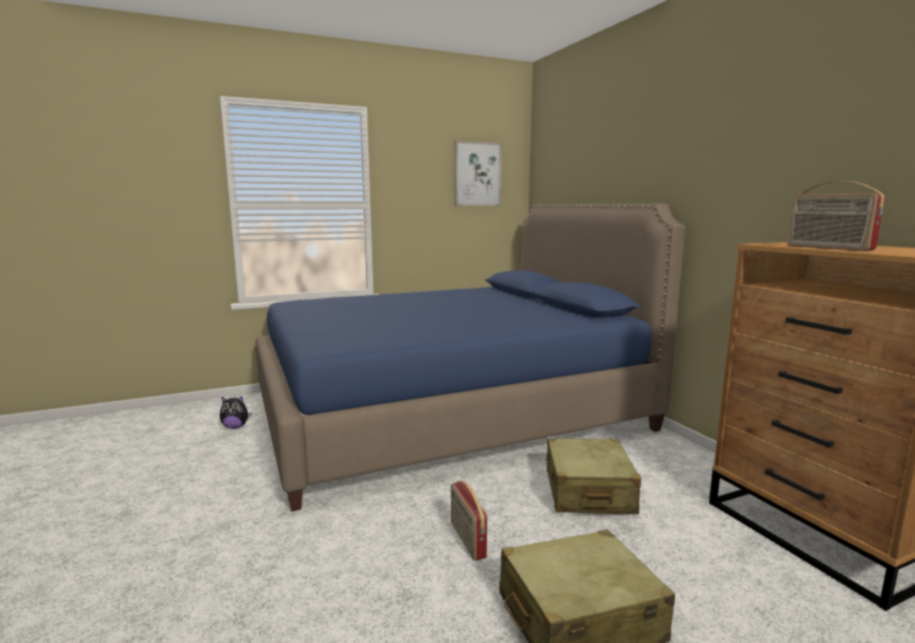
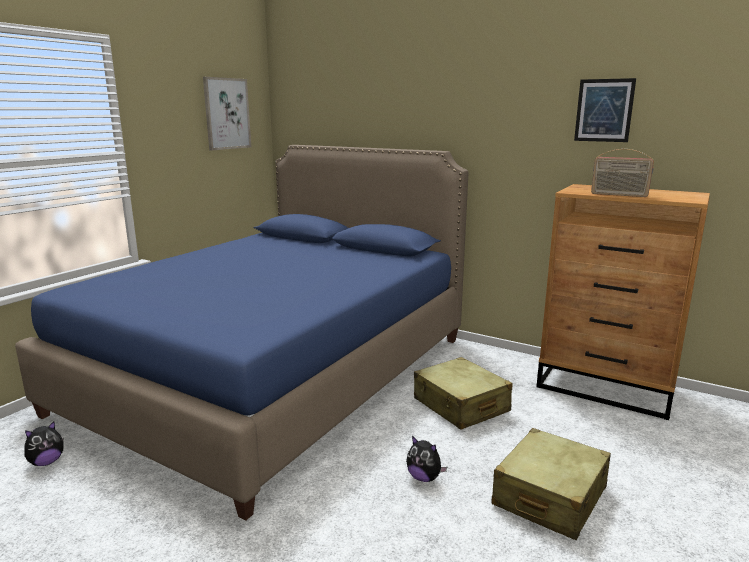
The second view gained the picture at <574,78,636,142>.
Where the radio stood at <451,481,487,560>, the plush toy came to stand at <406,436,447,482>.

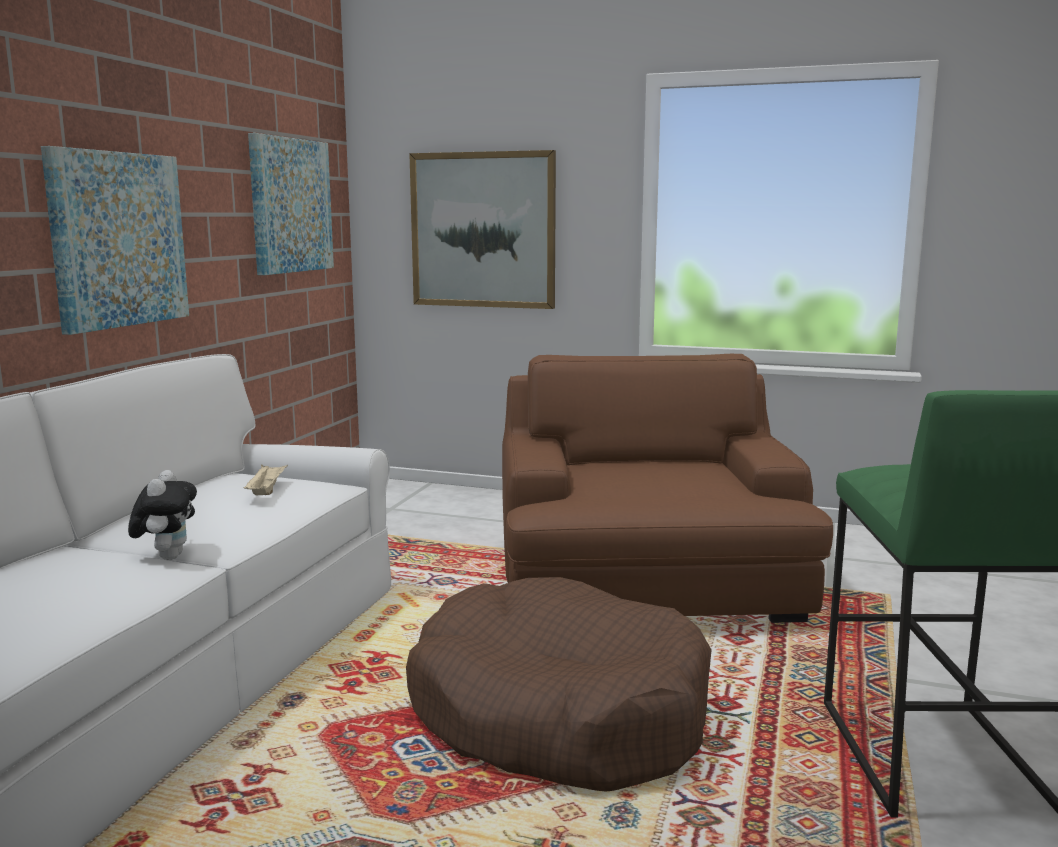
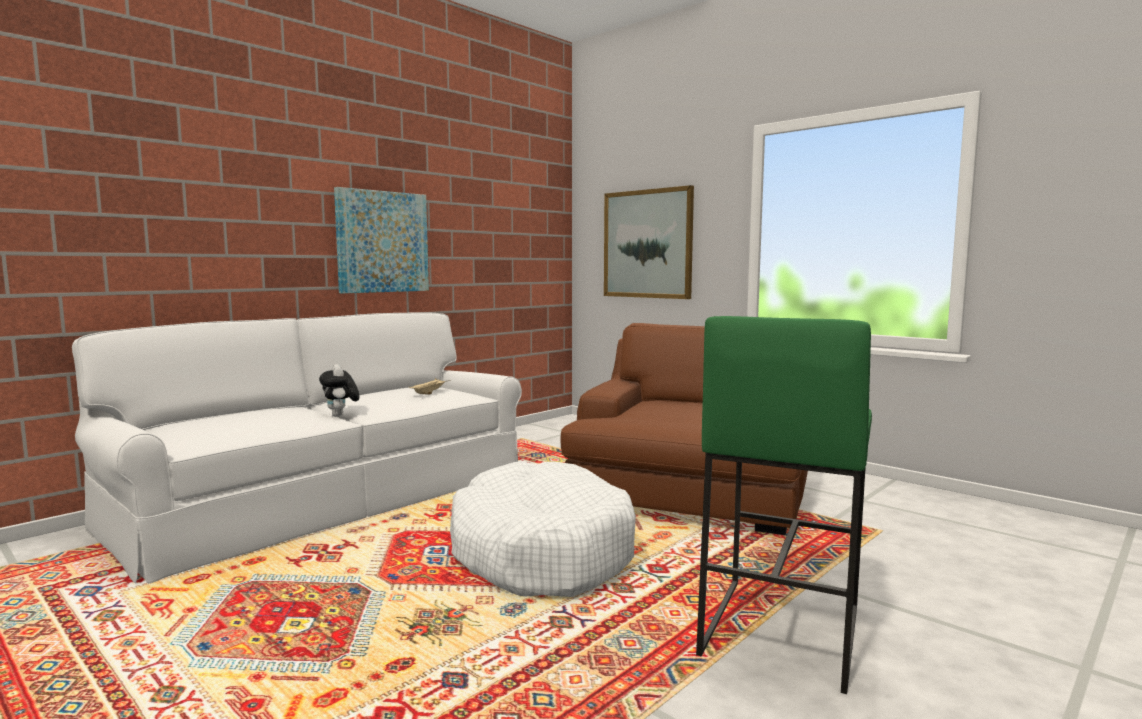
The second view lost the picture at <248,133,334,275>.
What was the brown dog bed at <406,577,711,791> turned into the white dog bed at <450,461,636,597>.
The plush toy at <128,470,197,560> ended up facing another way, 135 degrees clockwise from before.

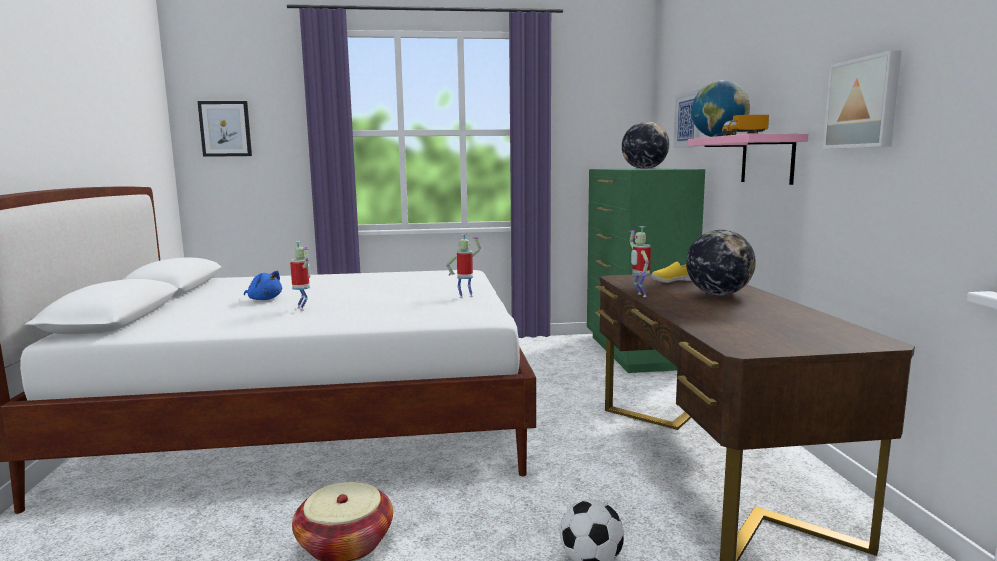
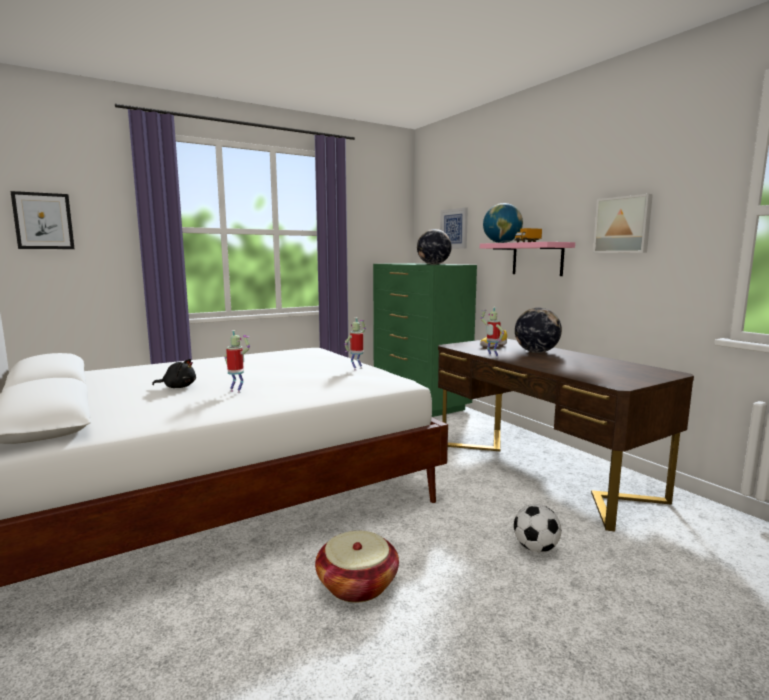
What was the blue plush toy at <244,270,282,300> turned into the black plush toy at <152,359,196,388>.

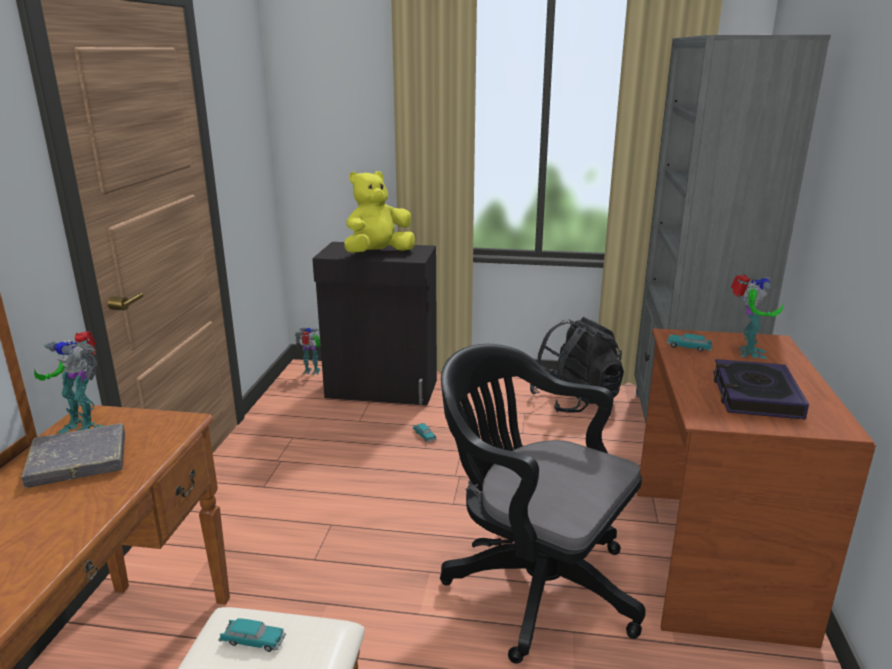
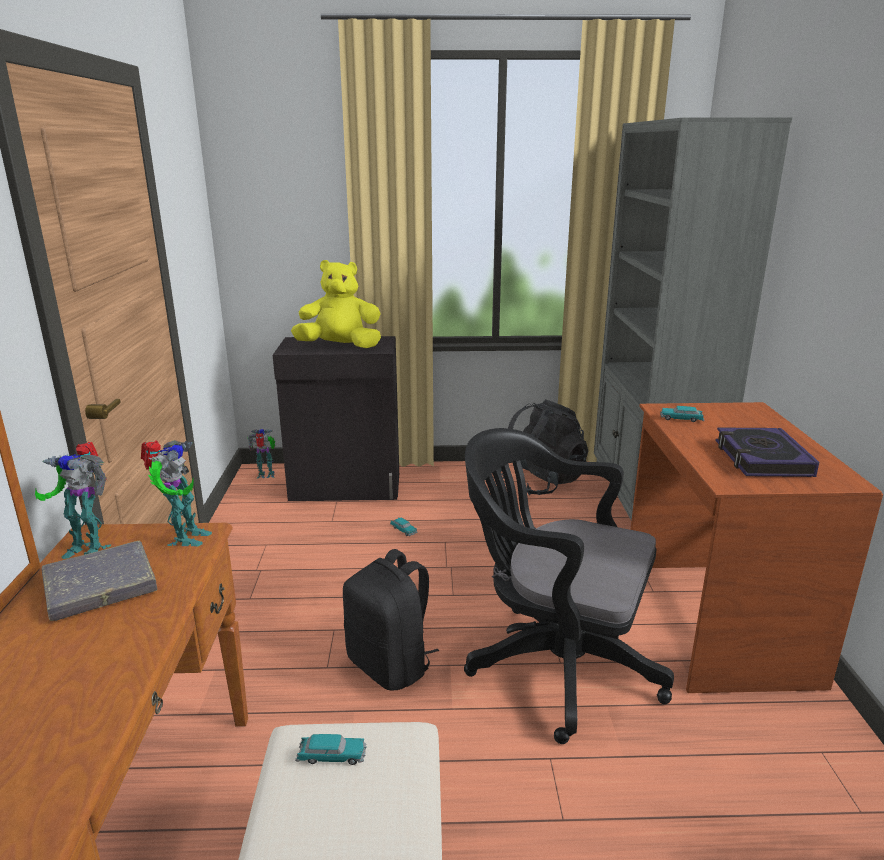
The second view gained the black backpack at <343,549,439,691>.
The toy robot ended up elsewhere, having gone from <731,274,784,359> to <141,440,212,546>.
The yellow plush toy at <344,171,415,253> ended up facing another way, 45 degrees clockwise from before.

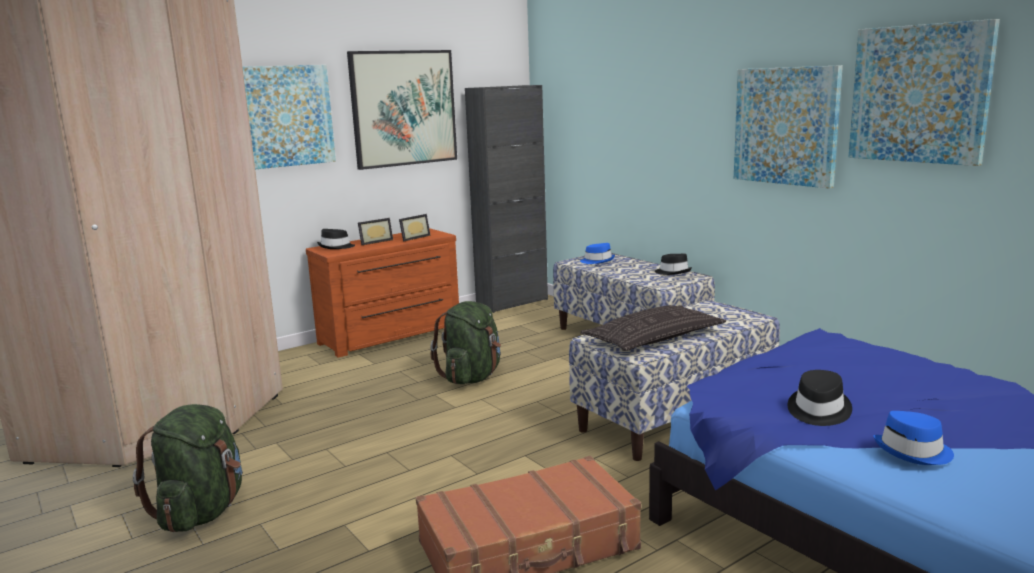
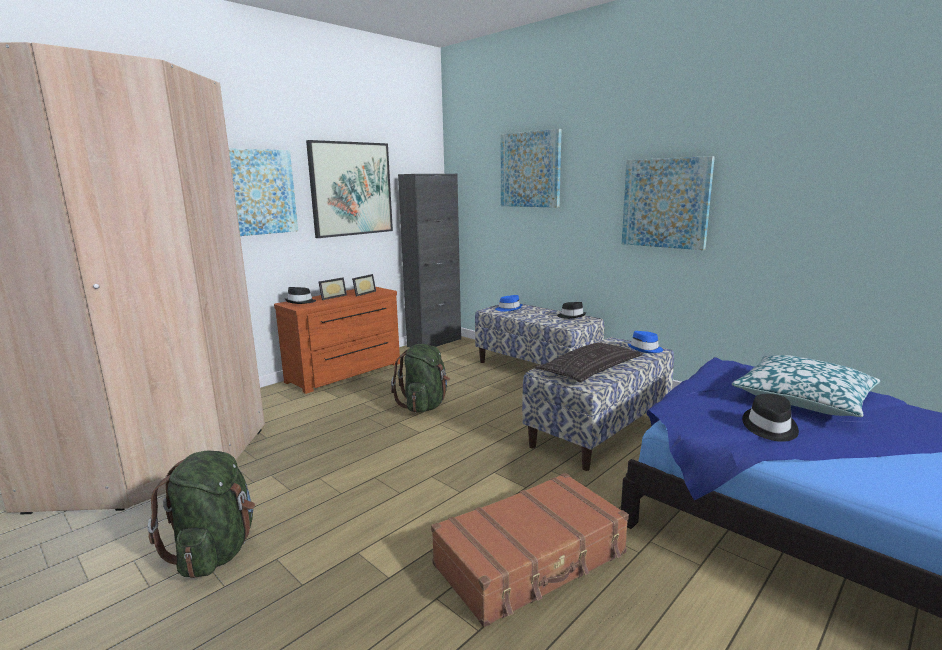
The second view gained the pillow at <732,355,880,417>.
The picture ended up elsewhere, having gone from <848,19,1000,166> to <501,129,562,208>.
The blue hat ended up elsewhere, having gone from <873,411,954,465> to <628,331,663,353>.

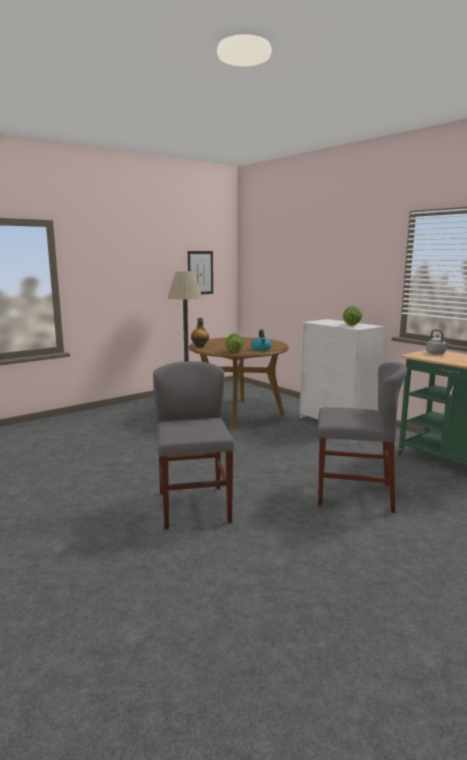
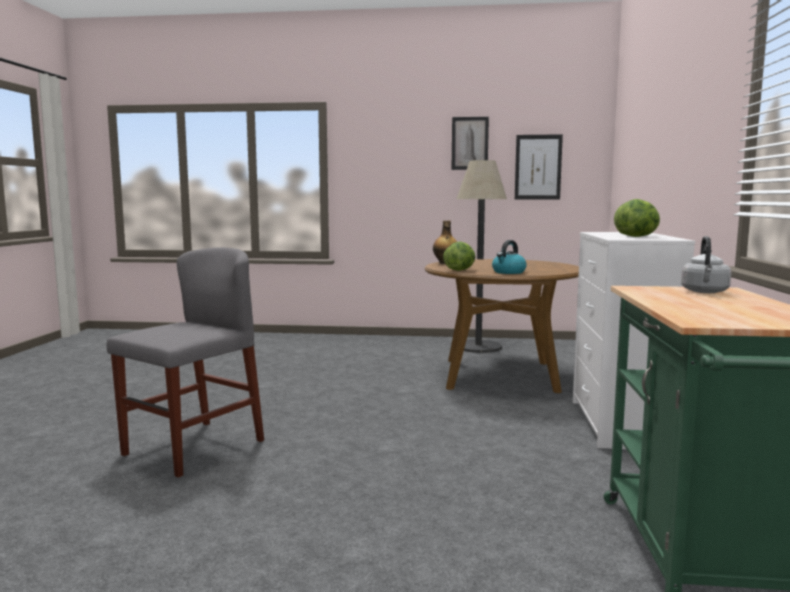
The second view lost the grey chair at <317,362,407,513>.
The second view gained the picture at <451,117,489,170>.

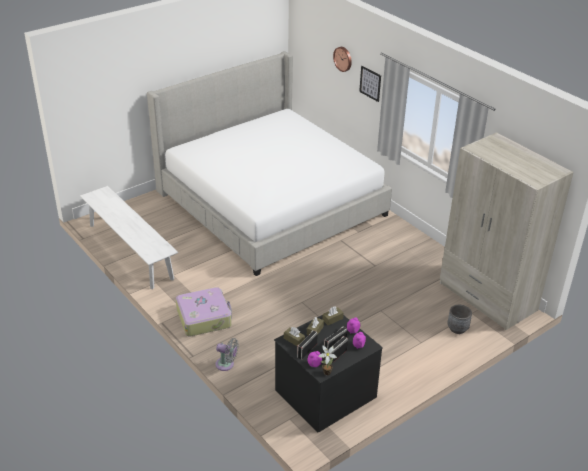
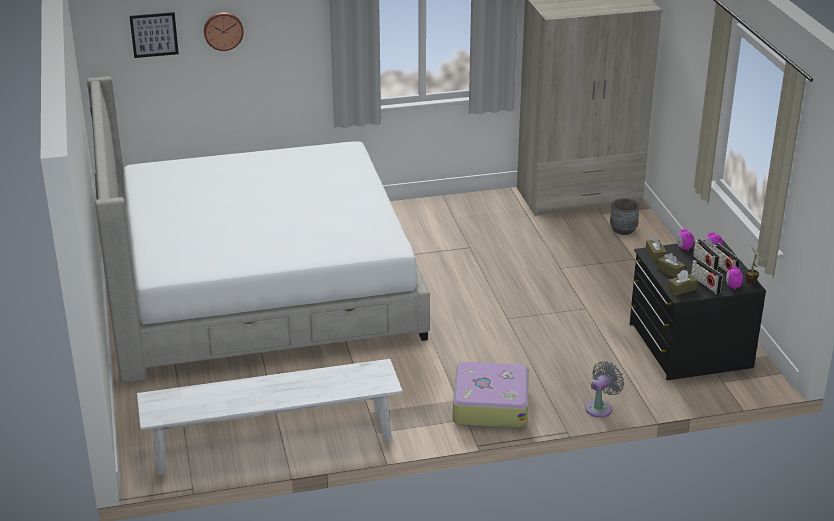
The picture ended up elsewhere, having gone from <359,66,381,102> to <130,12,179,58>.

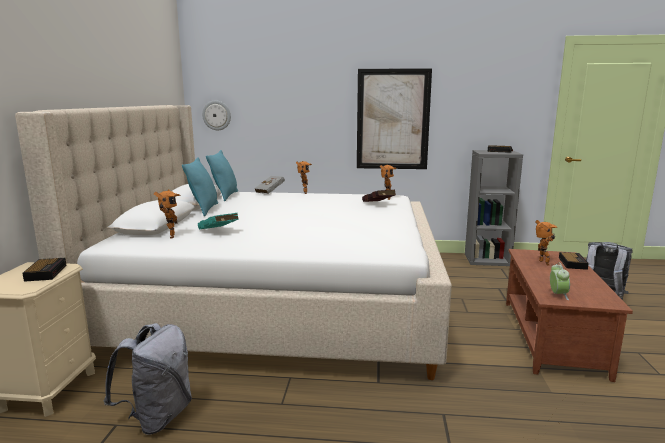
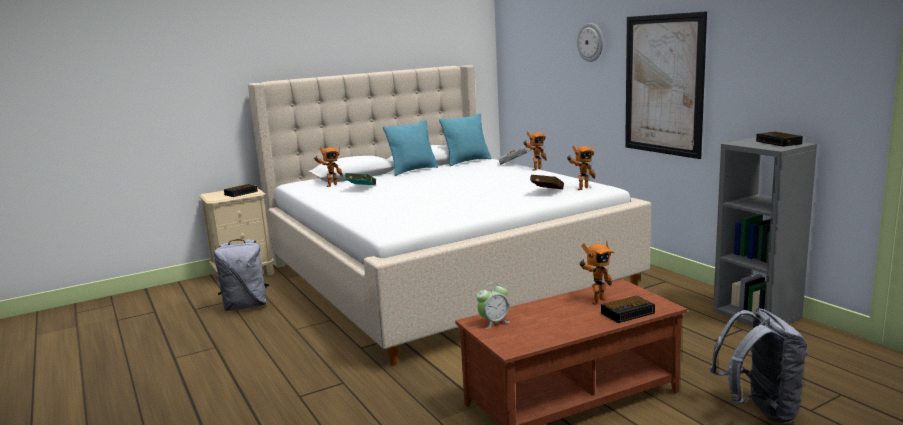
The wall clock ended up elsewhere, having gone from <202,100,231,130> to <577,23,603,62>.

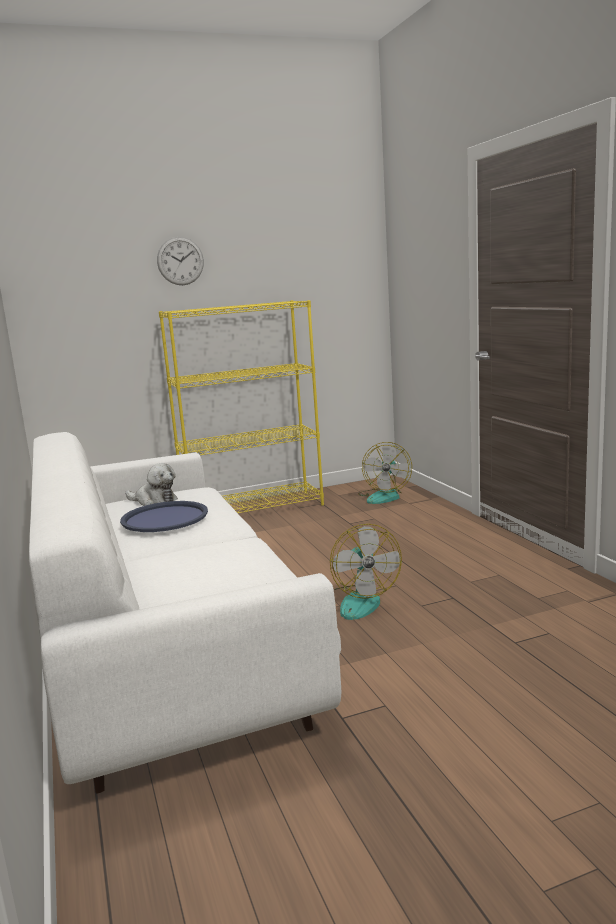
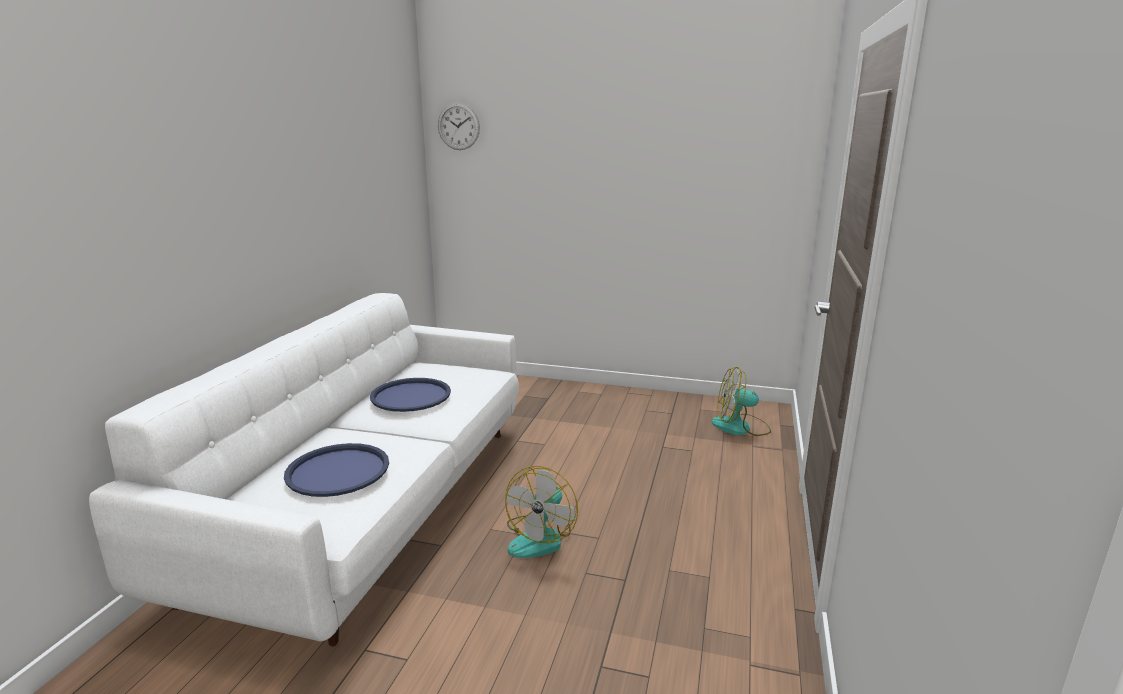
The second view lost the plush toy at <125,463,178,506>.
The second view lost the yellow bookcase at <159,300,324,513>.
The second view gained the blue tray at <284,443,389,497>.
The wall clock ended up elsewhere, having gone from <157,237,204,285> to <438,102,480,150>.
The fan at <358,442,412,504> ended up facing another way, 45 degrees clockwise from before.

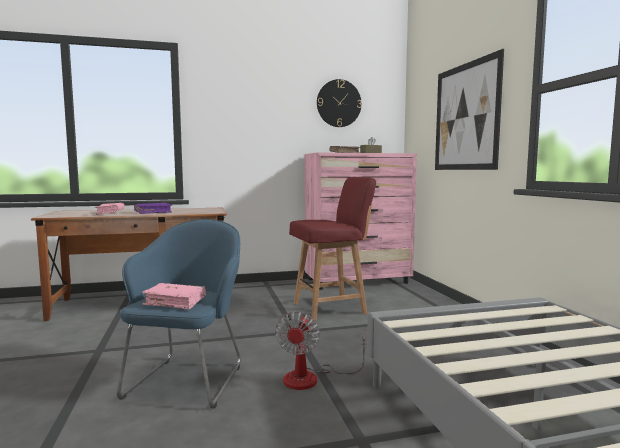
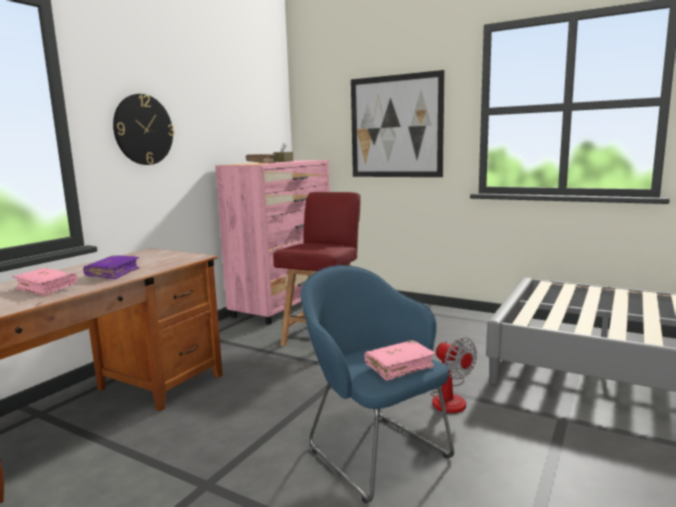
The wall clock ended up elsewhere, having gone from <317,79,362,127> to <113,94,174,165>.

